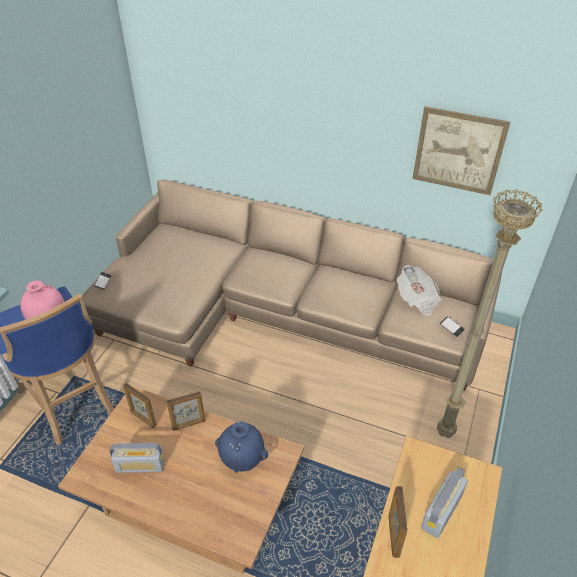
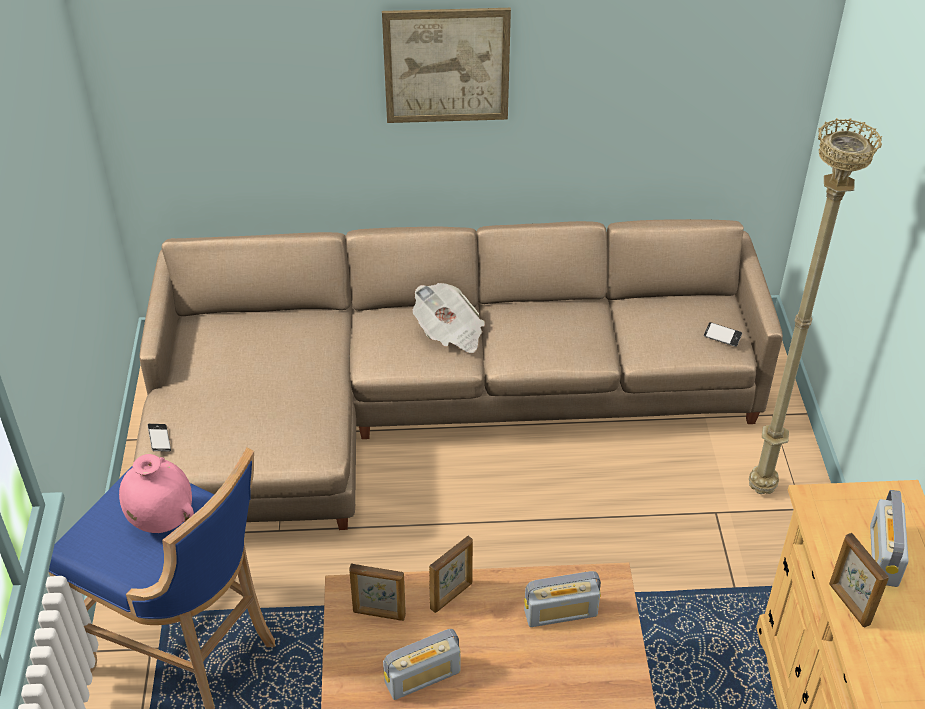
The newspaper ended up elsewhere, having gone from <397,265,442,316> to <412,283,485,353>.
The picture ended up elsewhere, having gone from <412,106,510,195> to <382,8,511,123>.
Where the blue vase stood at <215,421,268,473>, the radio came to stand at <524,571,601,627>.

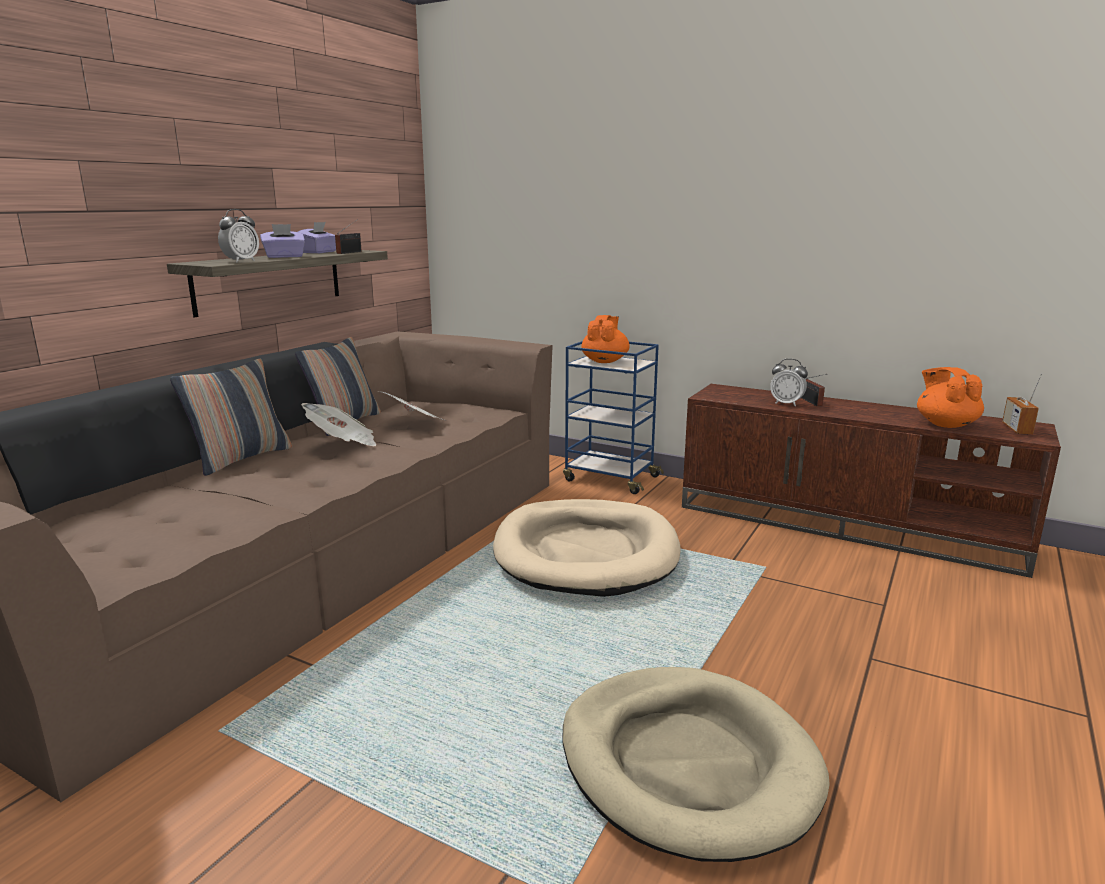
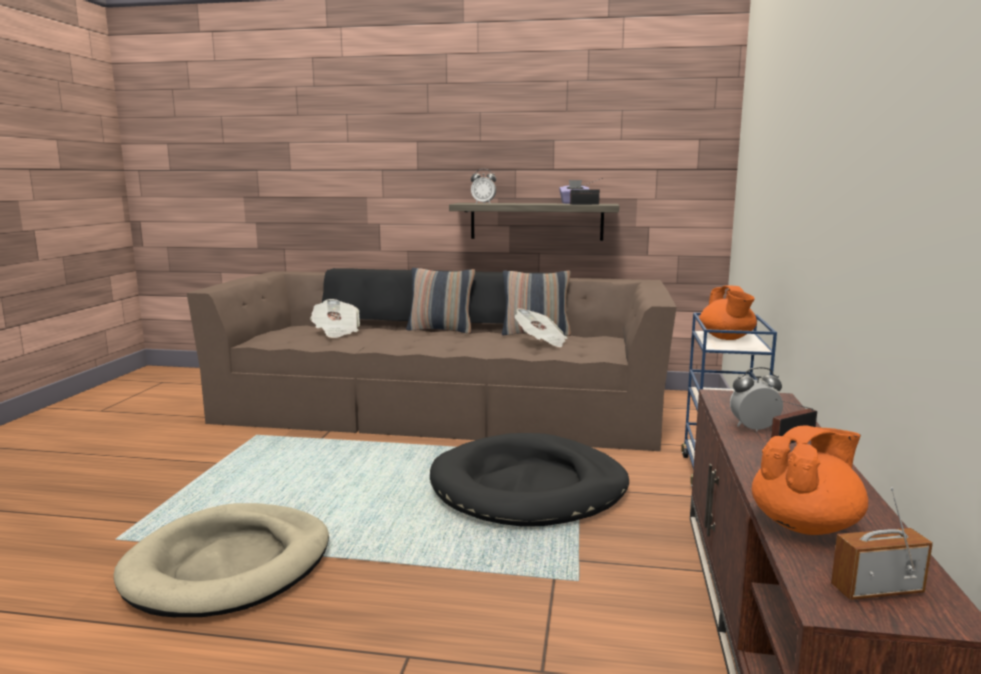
The second view lost the purple tissue box at <260,224,305,258>.
The newspaper ended up elsewhere, having gone from <301,403,376,446> to <310,299,360,338>.
What was the beige dog bed at <493,499,681,597> turned into the black dog bed at <430,433,629,526>.
The orange teapot at <581,315,630,363> ended up facing another way, 90 degrees clockwise from before.
The alarm clock at <770,359,808,406> ended up facing another way, 75 degrees clockwise from before.

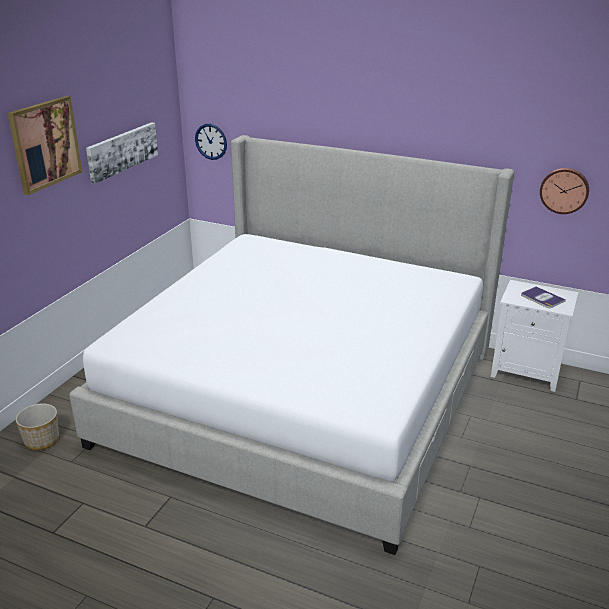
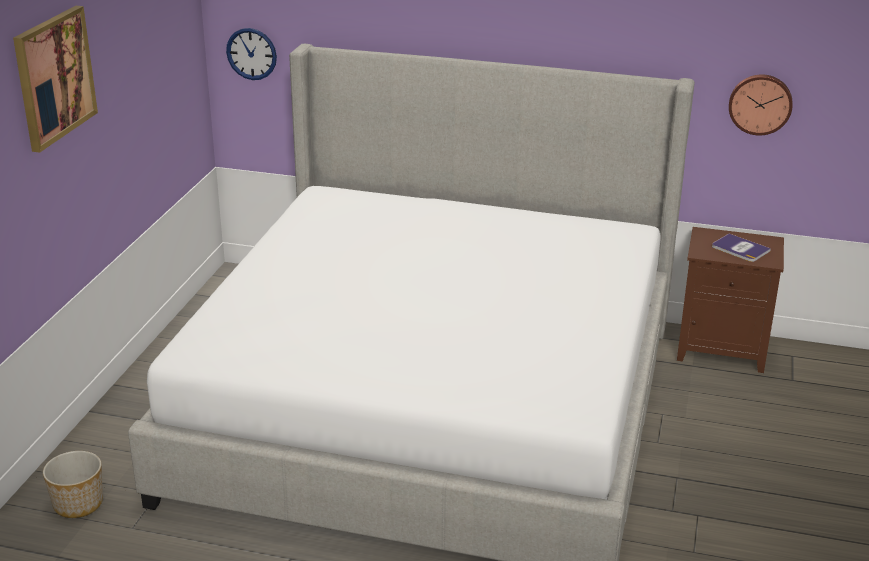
The second view lost the picture at <86,122,158,184>.
What was the white nightstand at <491,280,578,392> turned into the brown nightstand at <677,227,784,373>.

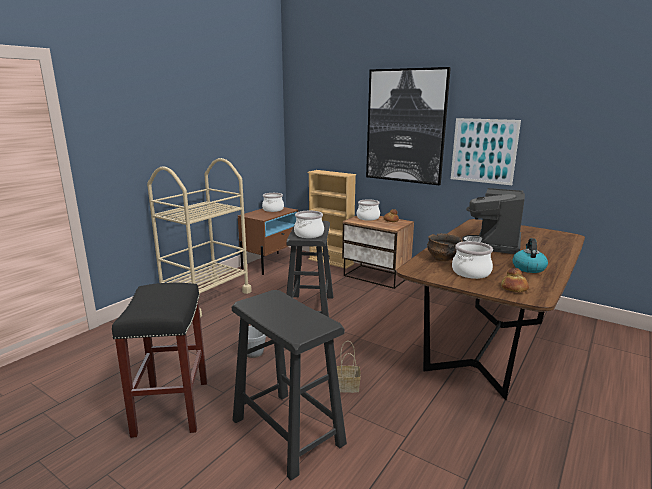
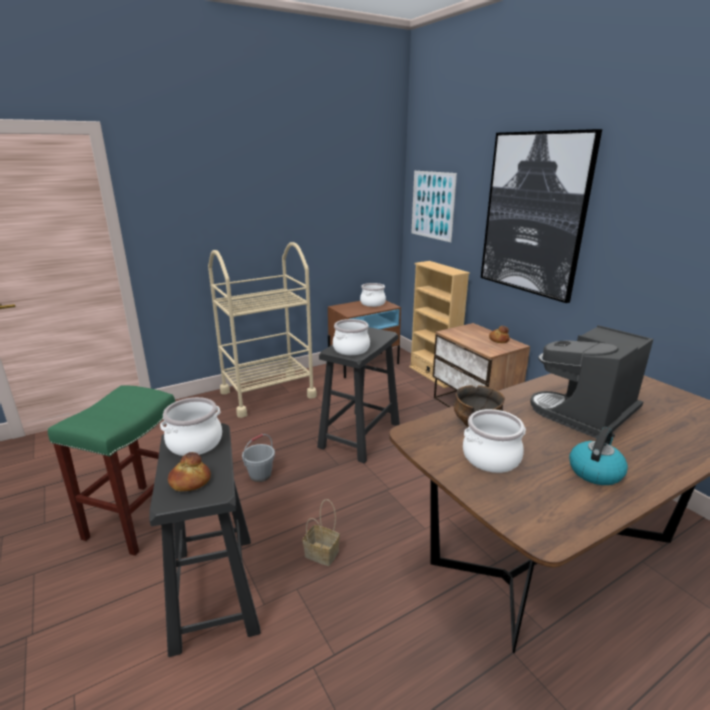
The cooking pot ended up elsewhere, having gone from <357,199,380,221> to <160,397,222,456>.
The picture ended up elsewhere, having gone from <451,118,521,185> to <411,171,457,242>.
The bread ended up elsewhere, having gone from <501,268,529,292> to <168,452,211,491>.
What was the black stool at <112,283,207,438> turned into the green stool at <48,385,175,556>.

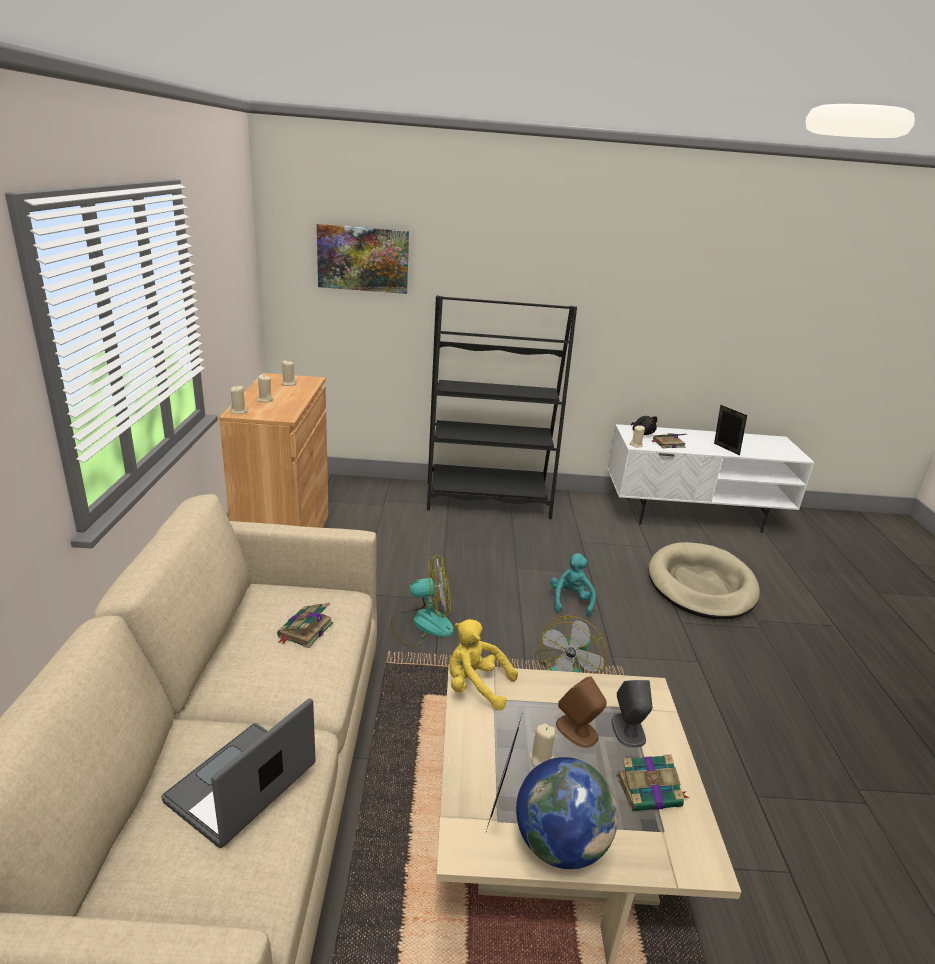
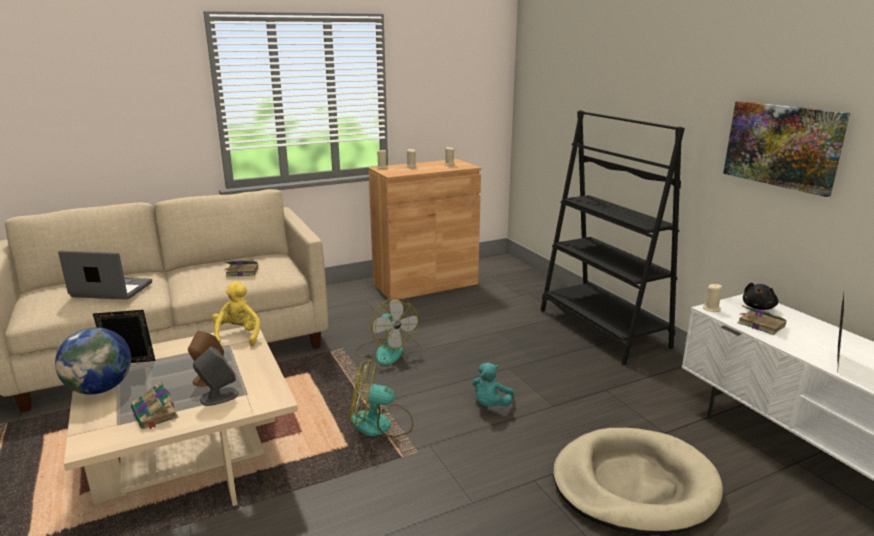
The second view lost the beige candle at <529,723,555,766>.
The picture ended up elsewhere, having gone from <317,224,409,294> to <723,101,850,197>.
The turquoise plush toy at <550,553,596,617> ended up facing another way, 135 degrees clockwise from before.

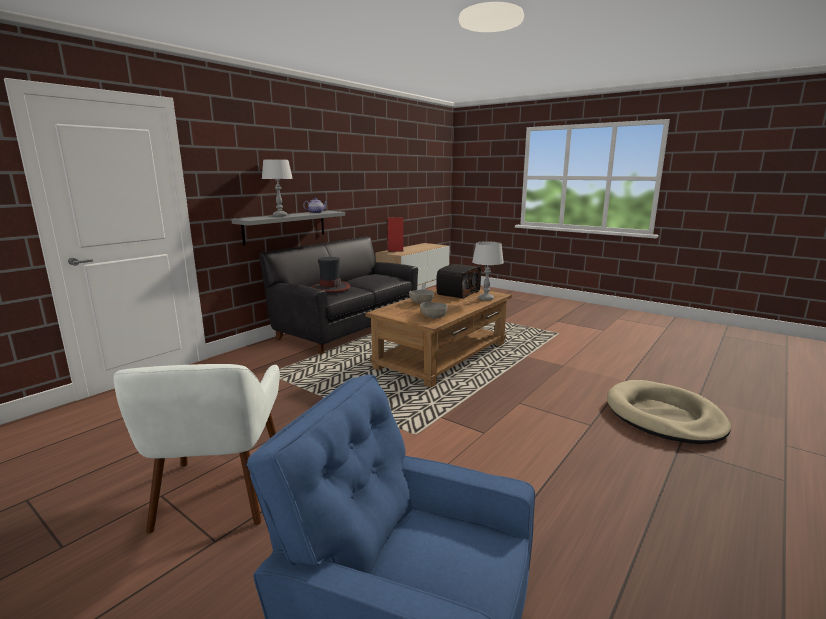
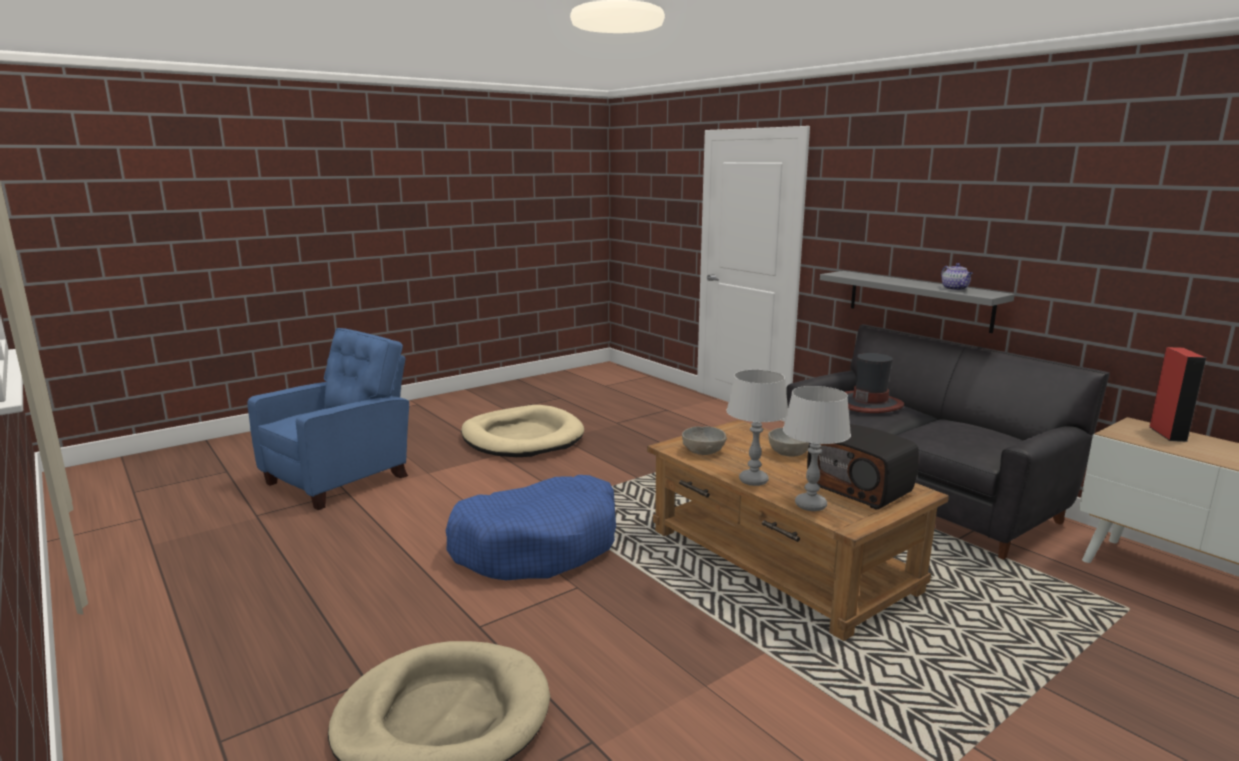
The second view gained the blue dog bed at <446,475,616,580>.
The grey table lamp ended up elsewhere, having gone from <262,159,293,217> to <726,370,788,486>.
Where the white armchair stood at <114,364,280,534>, the beige dog bed came to stand at <461,405,584,457>.

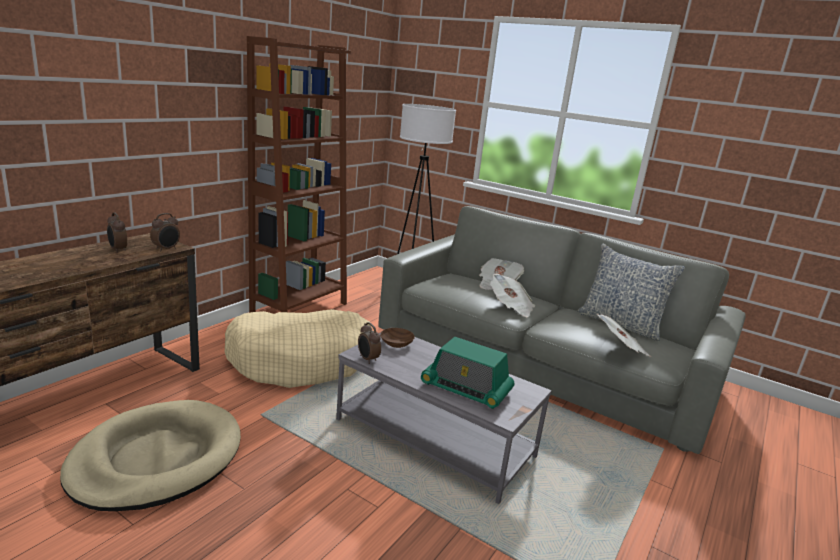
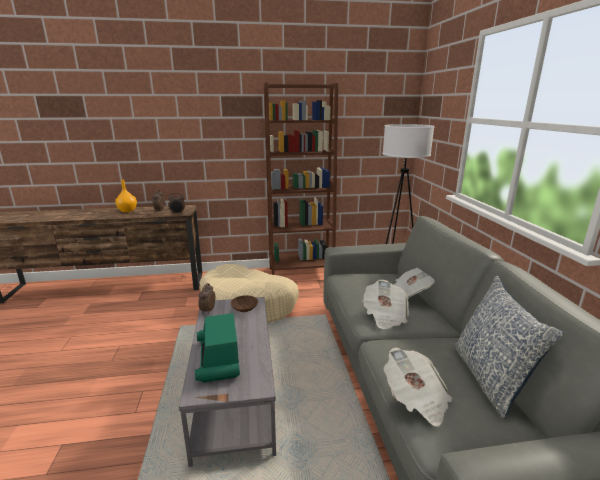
The second view lost the beige dog bed at <60,400,241,511>.
The second view gained the orange vase at <115,179,137,212>.

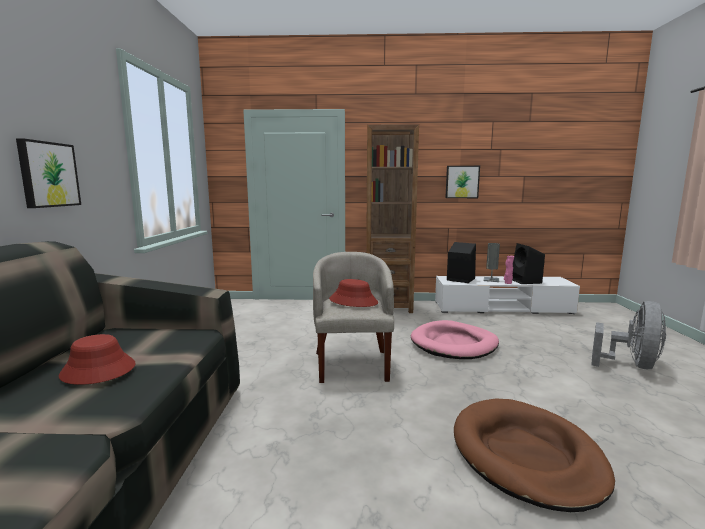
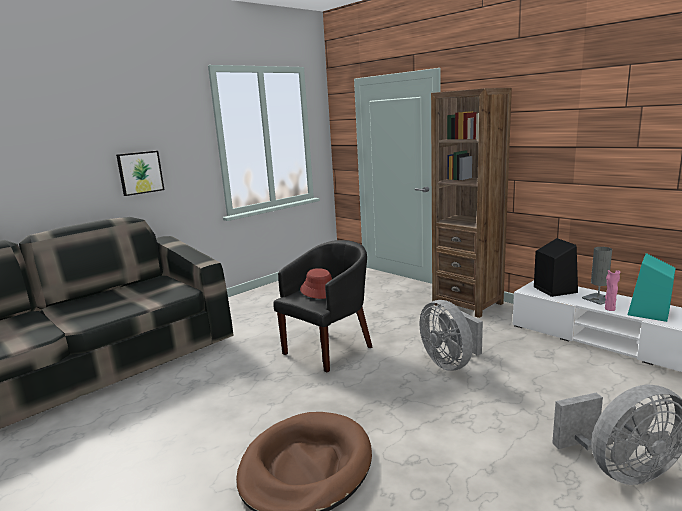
The second view lost the red hat at <59,334,135,385>.
The second view lost the picture at <445,166,480,198>.
Where the pink dog bed stood at <411,320,499,359>, the grey fan came to stand at <419,300,483,371>.
What was the beige armchair at <313,252,394,383> turned into the black armchair at <273,240,373,373>.
What was the black speaker at <513,243,545,284> turned into the turquoise speaker at <628,253,675,322>.

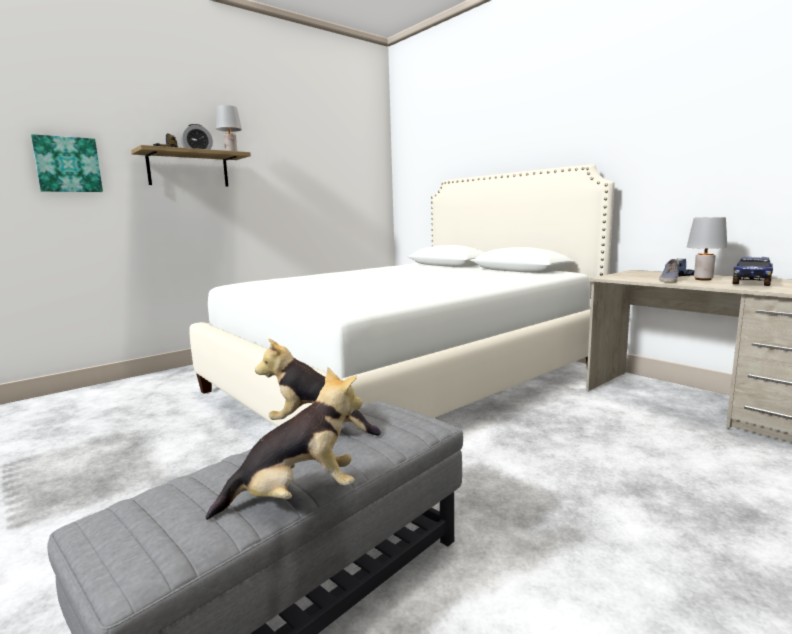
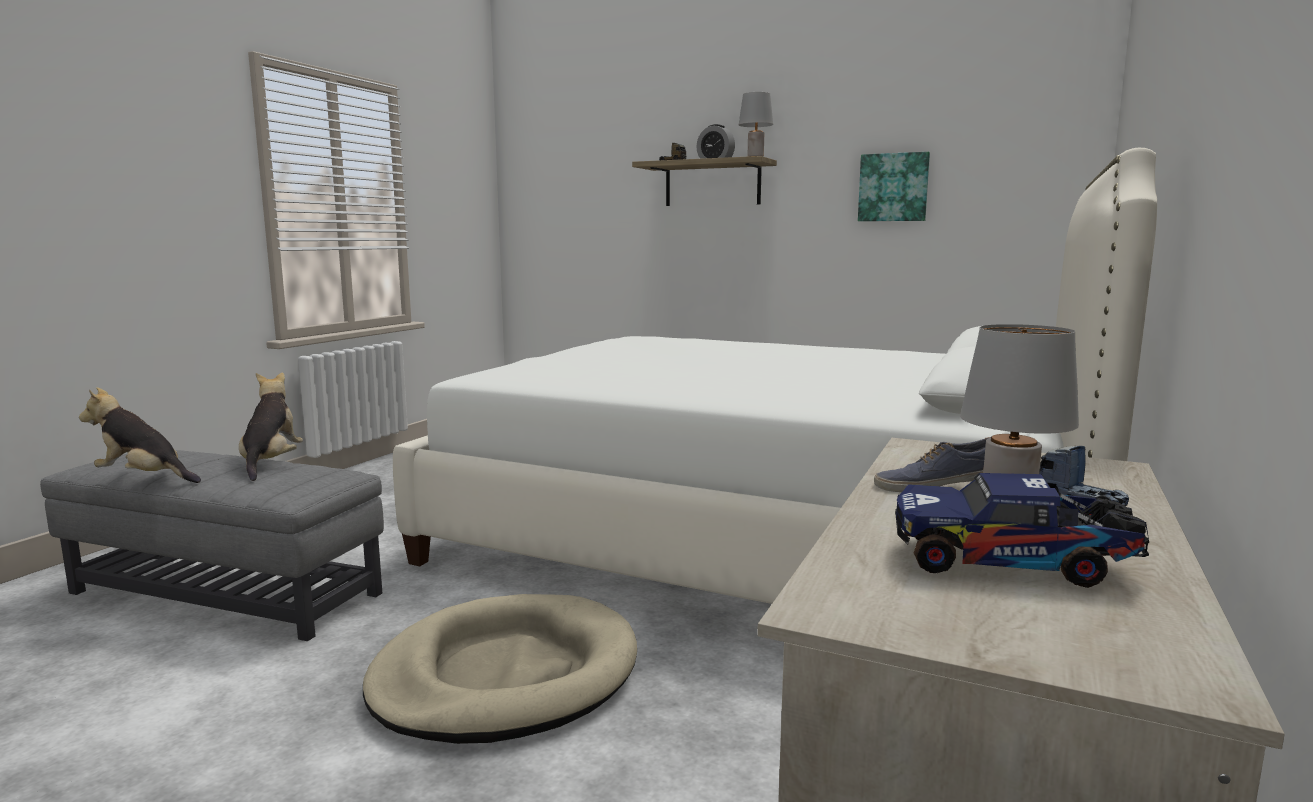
The second view gained the beige dog bed at <363,594,637,744>.
The picture ended up elsewhere, having gone from <31,134,103,192> to <858,152,930,221>.
The plush toy at <205,367,362,520> ended up facing another way, 150 degrees clockwise from before.

